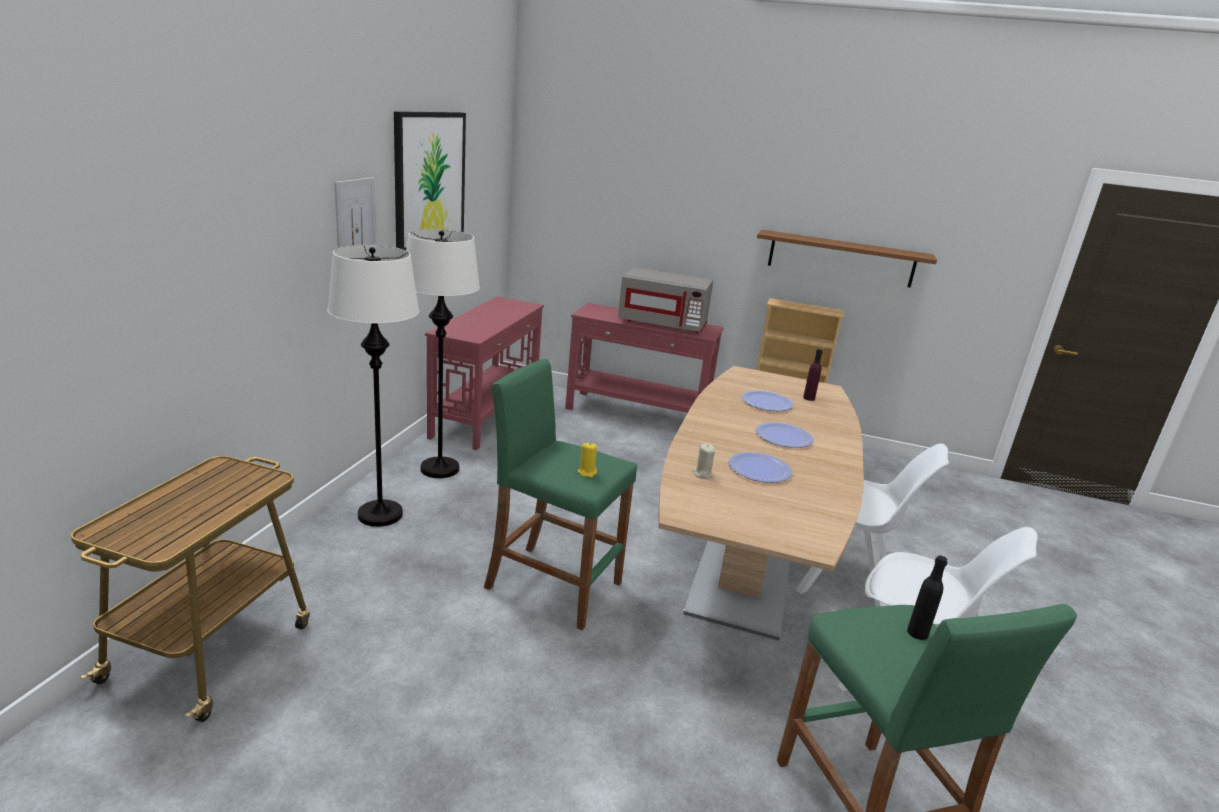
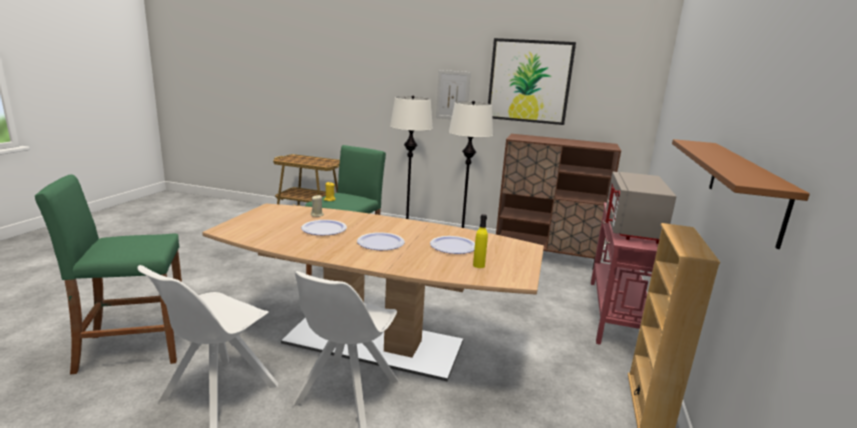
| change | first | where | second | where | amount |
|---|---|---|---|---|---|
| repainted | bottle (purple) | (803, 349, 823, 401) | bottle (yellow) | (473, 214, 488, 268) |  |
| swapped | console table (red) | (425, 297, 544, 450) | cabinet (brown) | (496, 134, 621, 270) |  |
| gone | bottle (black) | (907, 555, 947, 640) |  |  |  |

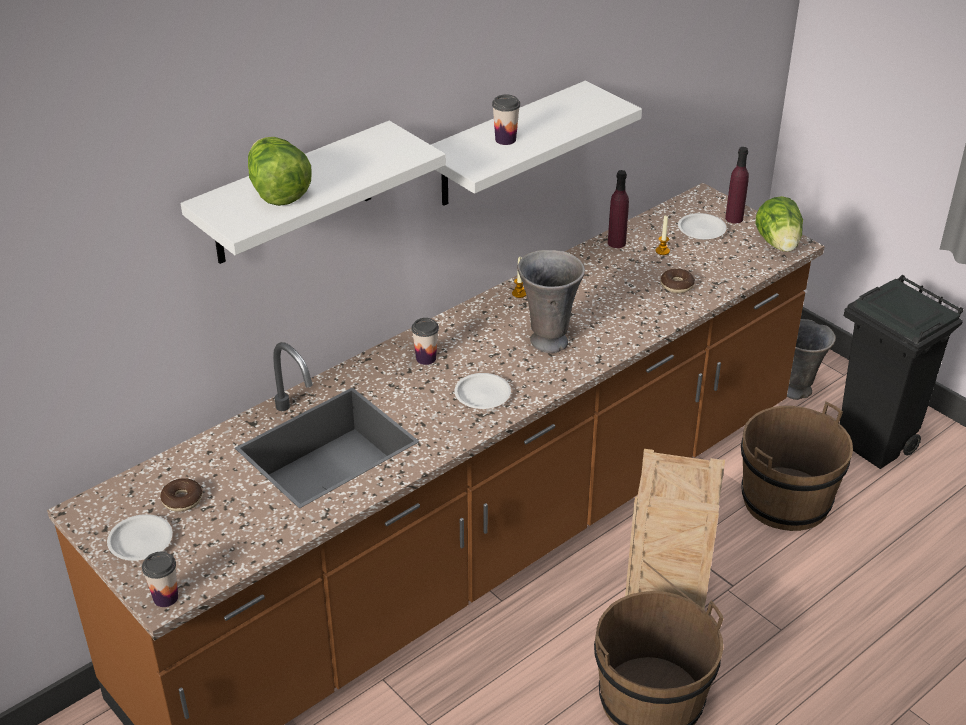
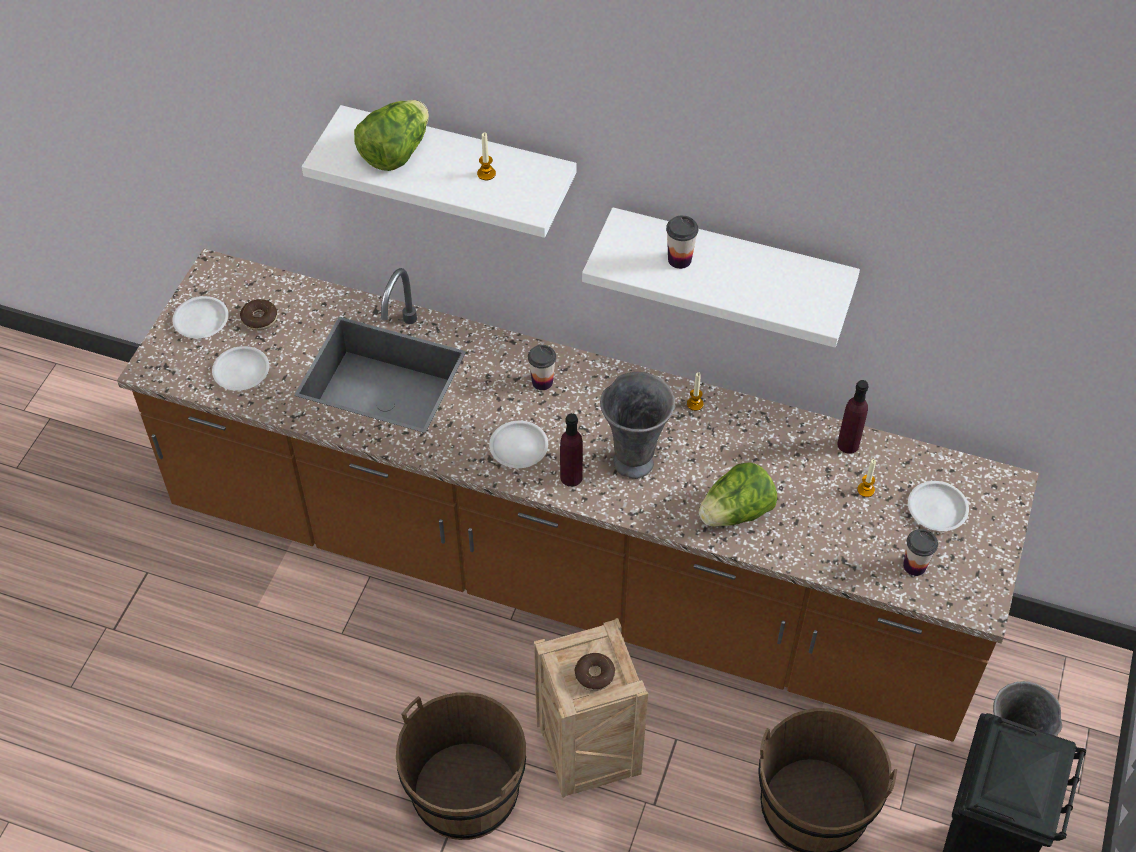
| change | first | where | second | where | amount |
|---|---|---|---|---|---|
| new |  |  | plate (white) | (212, 346, 269, 391) |  |
| new |  |  | candle | (477, 133, 496, 180) |  |
| shifted | bottle (purple) | (725, 147, 749, 224) |  | (560, 413, 583, 487) |  |
| shifted | donut | (661, 268, 695, 293) |  | (574, 653, 615, 691) |  |
| shifted | lettuce | (756, 196, 803, 252) |  | (699, 462, 777, 527) |  |
| shifted | cup | (142, 552, 178, 607) |  | (903, 529, 938, 576) |  |

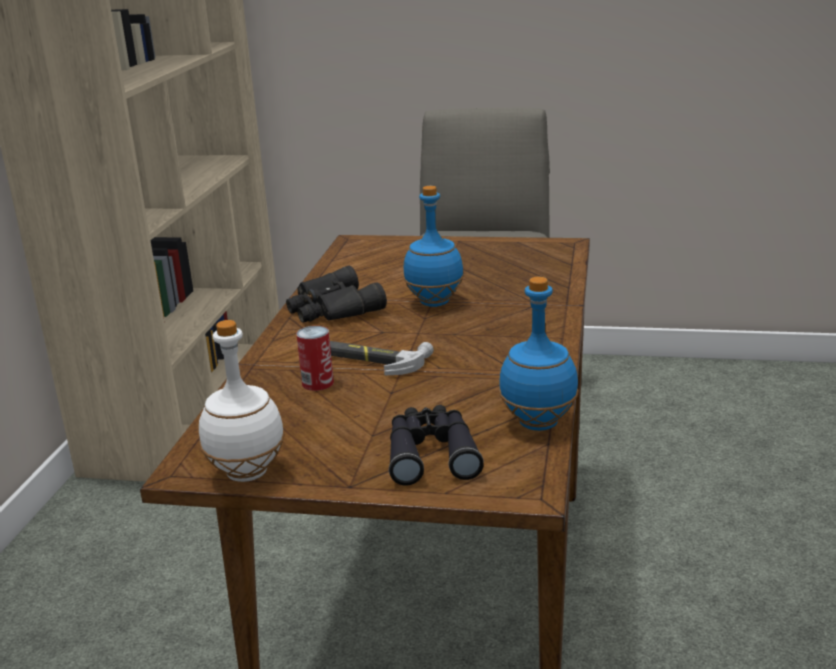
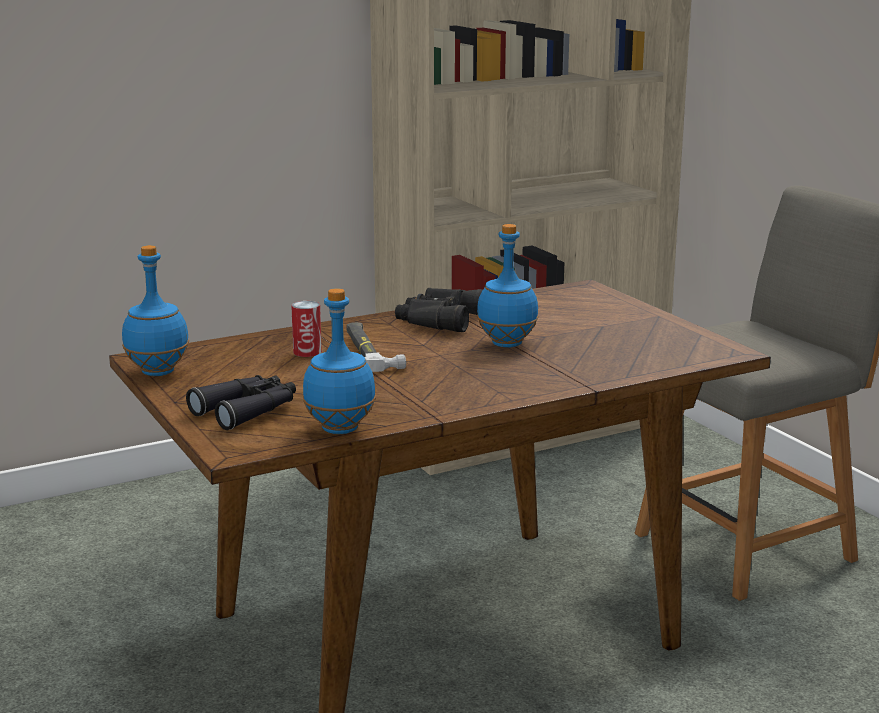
| change | first | where | second | where | amount |
|---|---|---|---|---|---|
| repainted | bottle (white) | (199, 320, 285, 482) | bottle (blue) | (122, 245, 189, 376) |  |

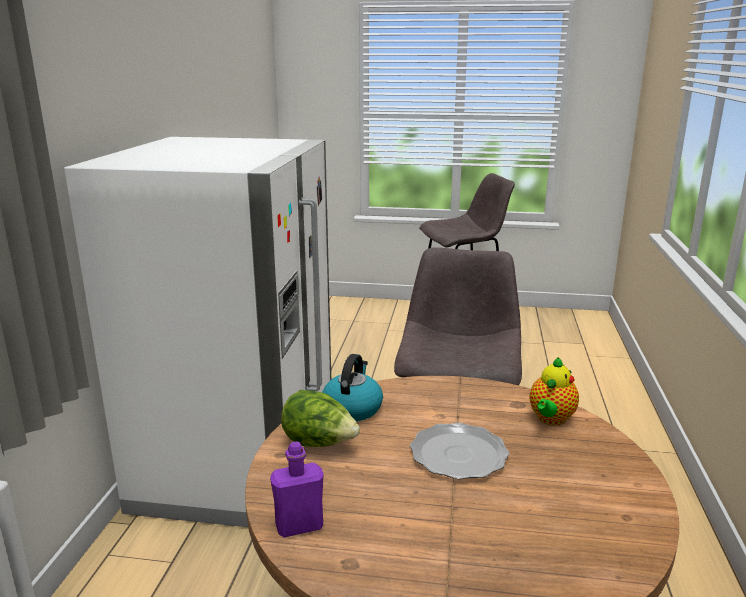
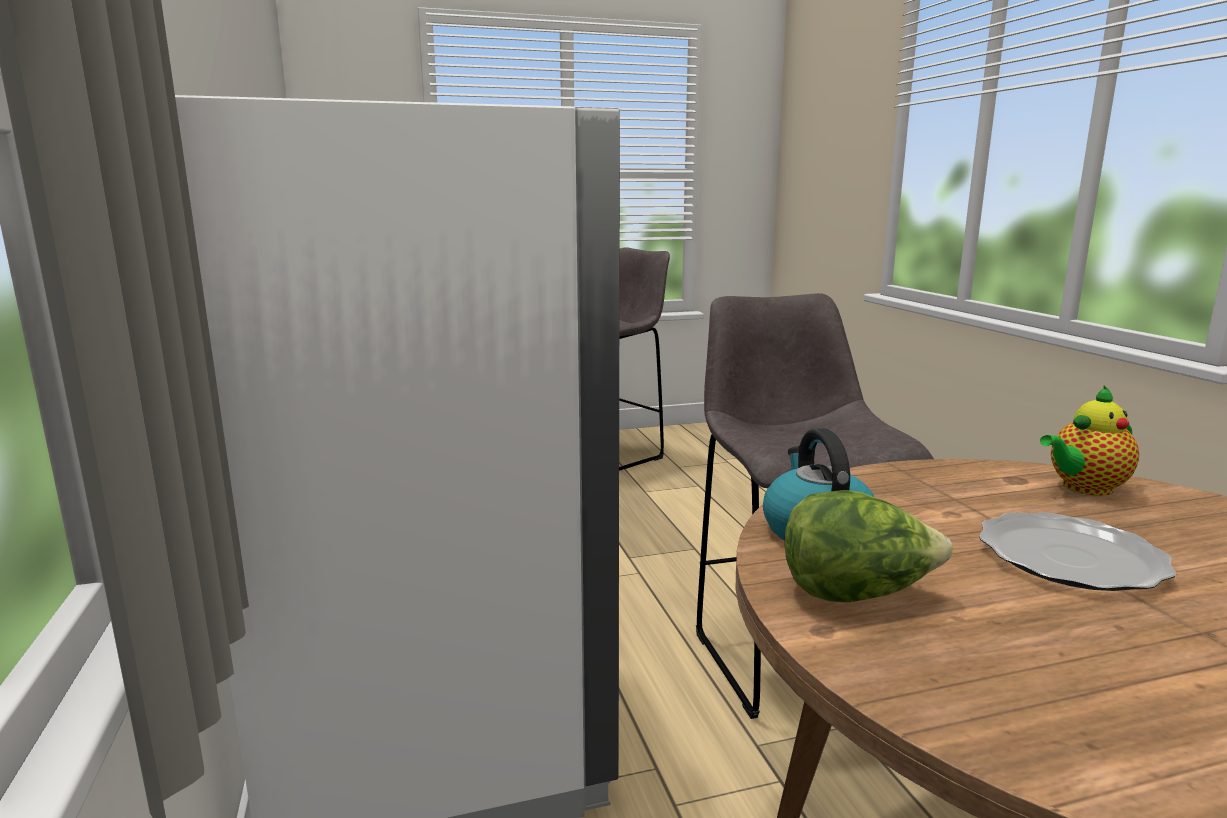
| change | first | where | second | where | amount |
|---|---|---|---|---|---|
| rotated | teapot | (529, 357, 579, 425) |  | (1040, 385, 1139, 496) | 60 degrees clockwise |
| gone | bottle (purple) | (270, 441, 324, 537) |  |  |  |

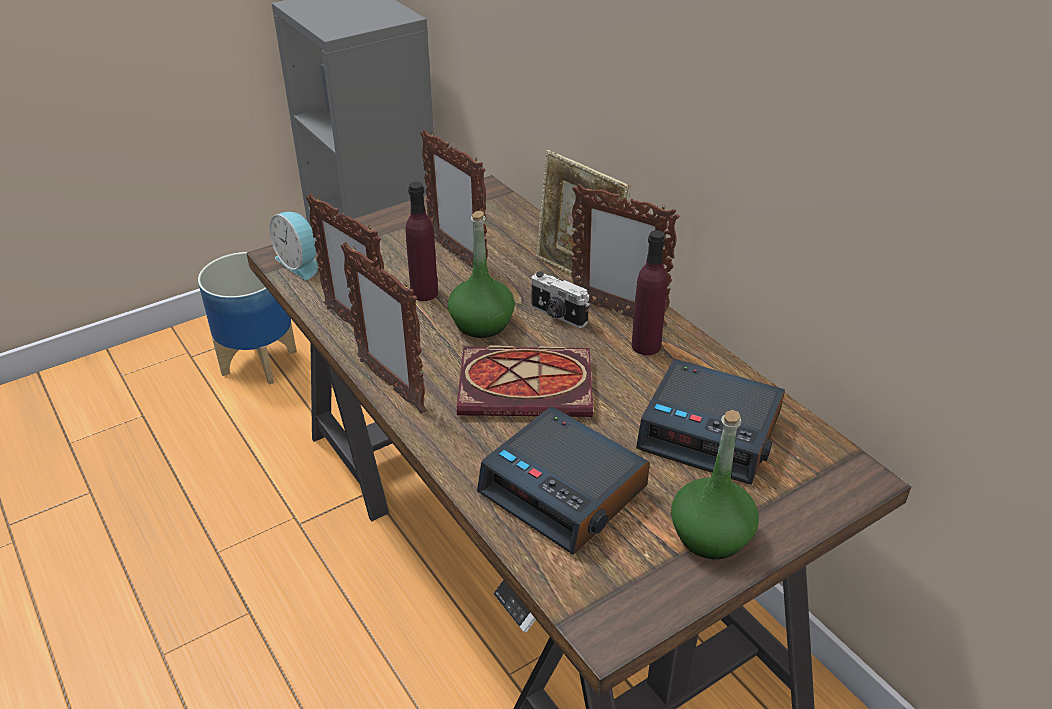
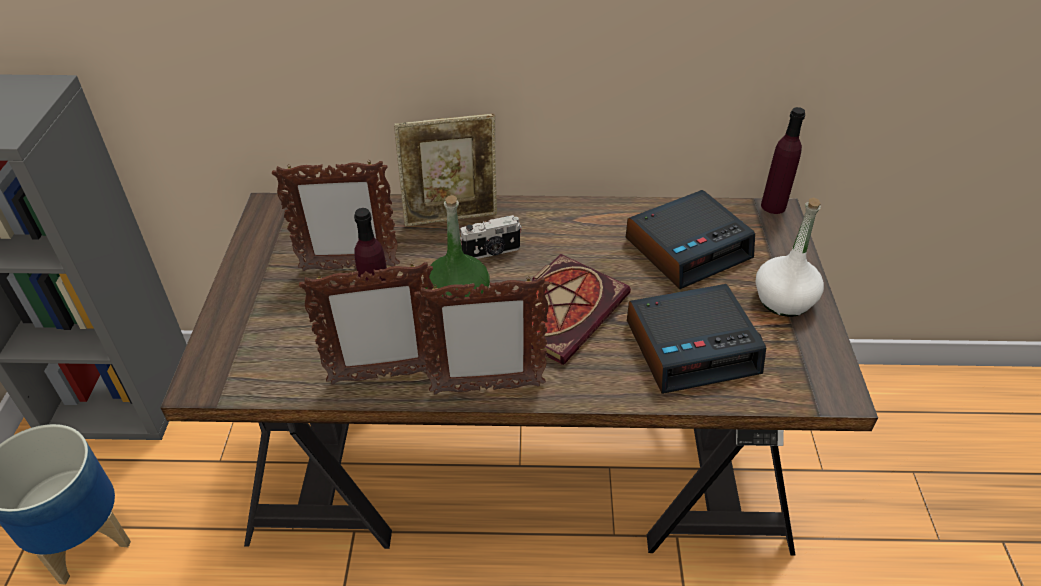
| change | first | where | second | where | amount |
|---|---|---|---|---|---|
| repainted | bottle (green) | (671, 410, 759, 559) | bottle (white) | (756, 198, 824, 317) |  |
| shifted | bottle (purple) | (632, 230, 668, 355) |  | (761, 107, 805, 214) |  |
| gone | alarm clock | (269, 212, 318, 280) |  |  |  |
| gone | picture frame | (572, 184, 680, 326) |  |  |  |

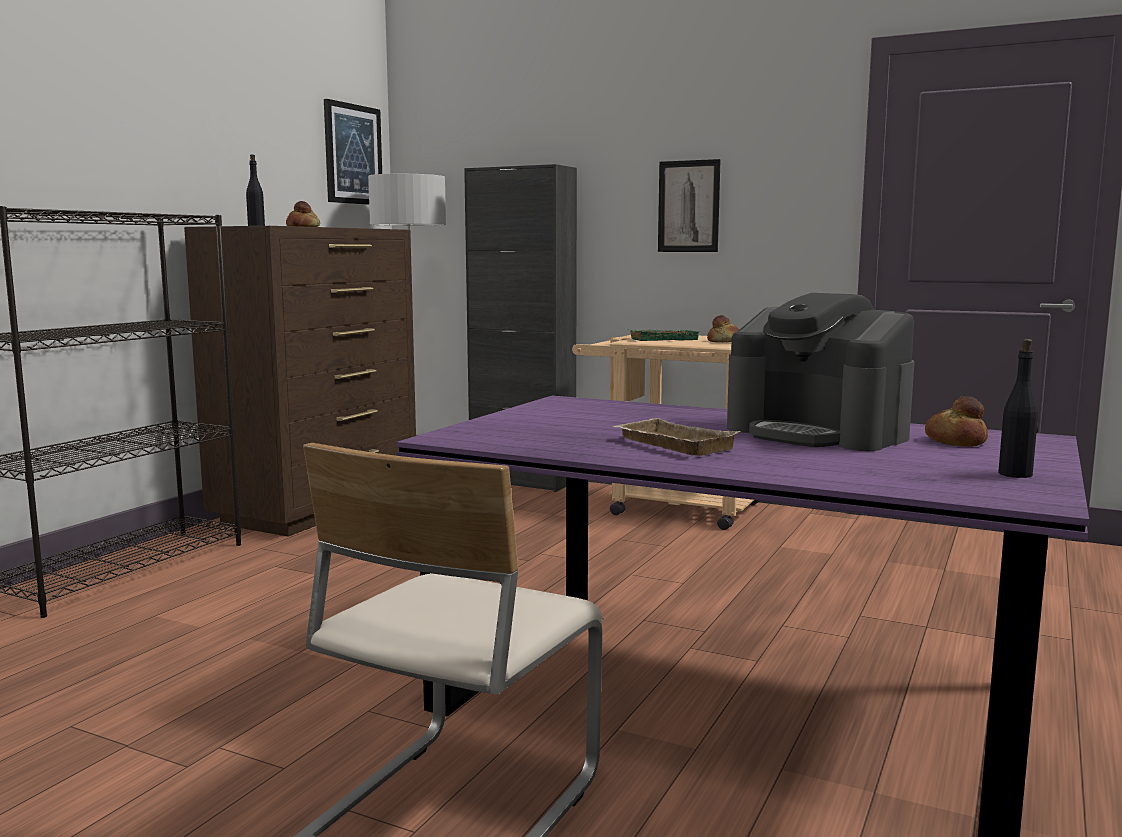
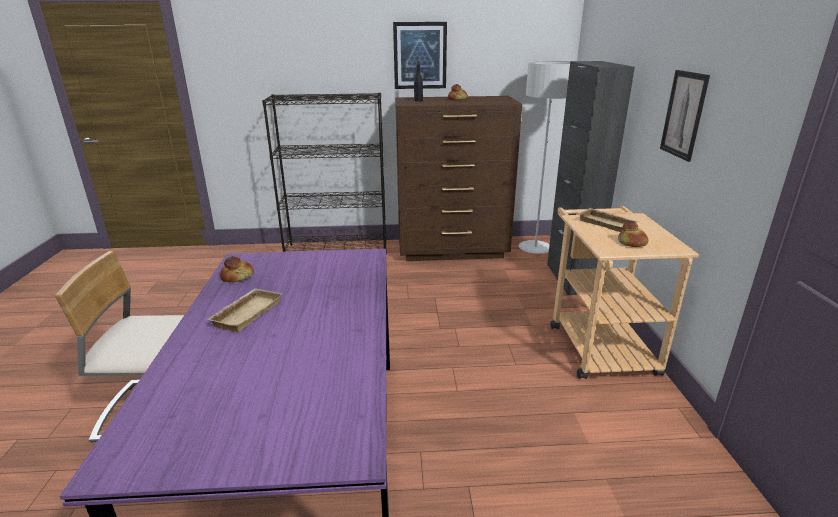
| change | first | where | second | where | amount |
|---|---|---|---|---|---|
| shifted | bread | (925, 396, 988, 446) |  | (220, 256, 254, 282) |  |
| shifted | picture | (324, 99, 382, 205) |  | (393, 22, 447, 89) |  |
| repainted | tray (green) | (630, 329, 700, 341) | tray (beige) | (578, 208, 639, 232) |  |
| gone | coffee machine | (727, 293, 914, 451) |  |  |  |
| gone | bottle (black) | (998, 339, 1038, 478) |  |  |  |

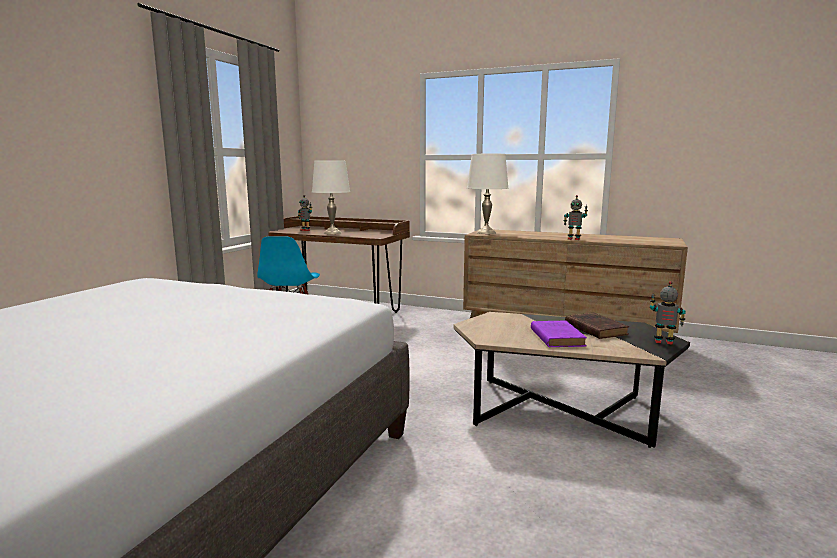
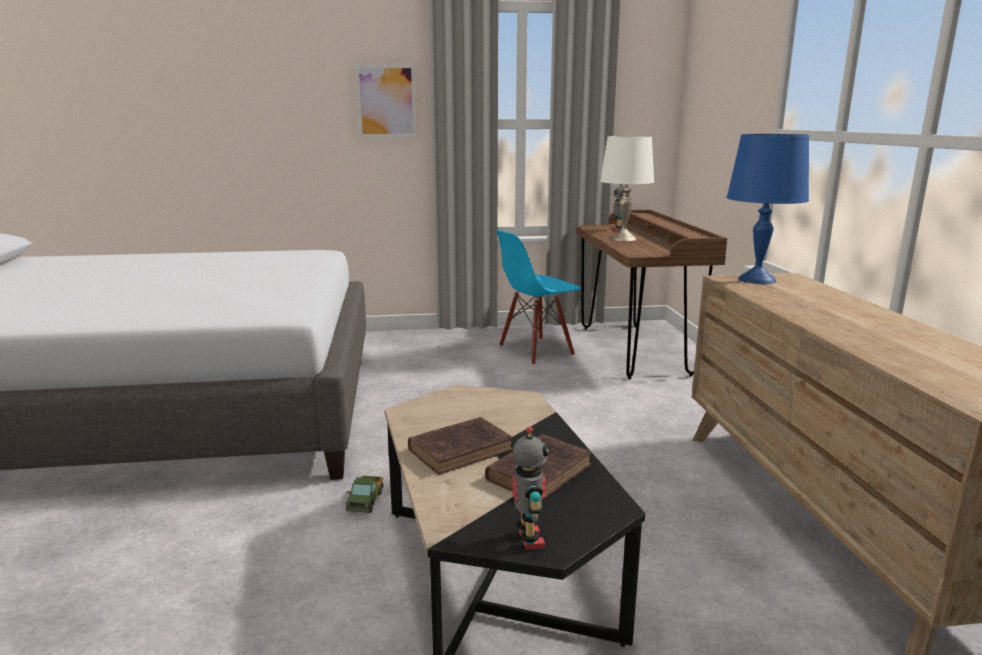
| change | first | where | second | where | amount |
|---|---|---|---|---|---|
| new |  |  | toy truck | (345, 475, 384, 513) |  |
| new |  |  | picture | (355, 64, 417, 138) |  |
| repainted | book (purple) | (531, 321, 587, 347) | book (brown) | (408, 417, 513, 475) |  |
| repainted | table lamp (white) | (467, 154, 509, 234) | table lamp (blue) | (726, 134, 809, 284) |  |
| gone | toy robot | (564, 195, 588, 240) |  |  |  |

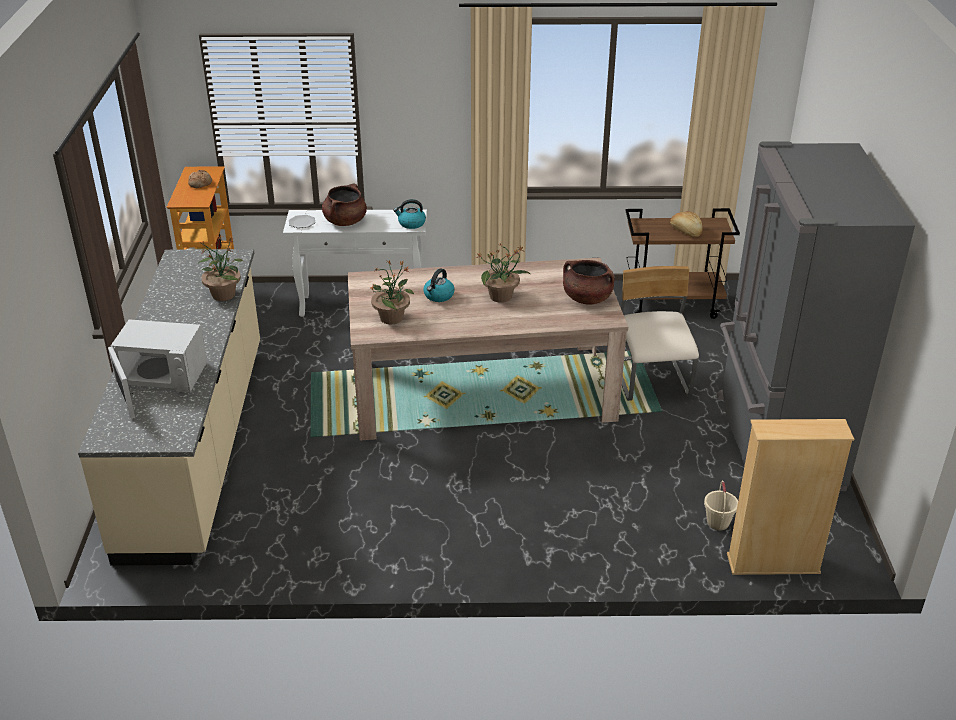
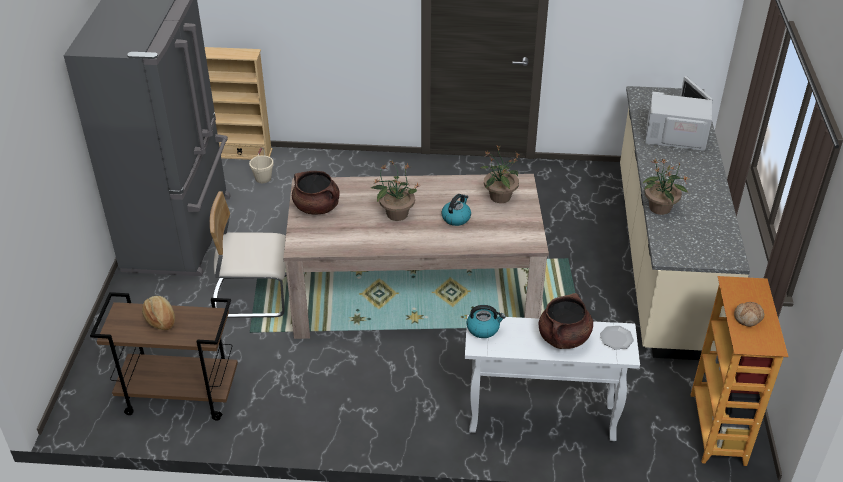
| change | first | where | second | where | amount |
|---|---|---|---|---|---|
| rotated | chair (beige) | (621, 266, 699, 401) |  | (210, 191, 287, 318) | 90 degrees clockwise |

